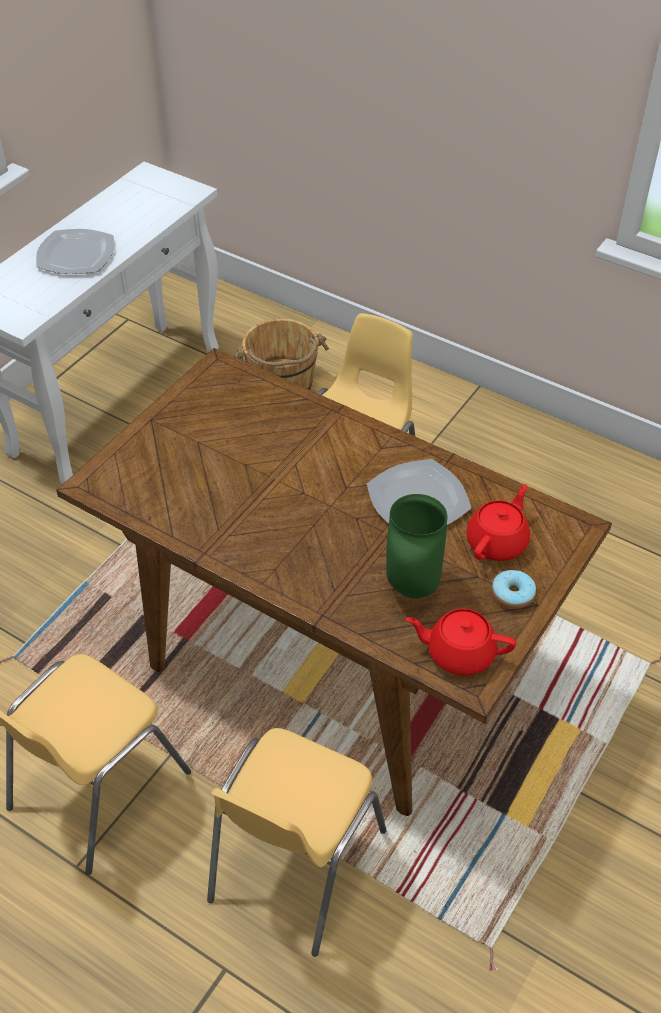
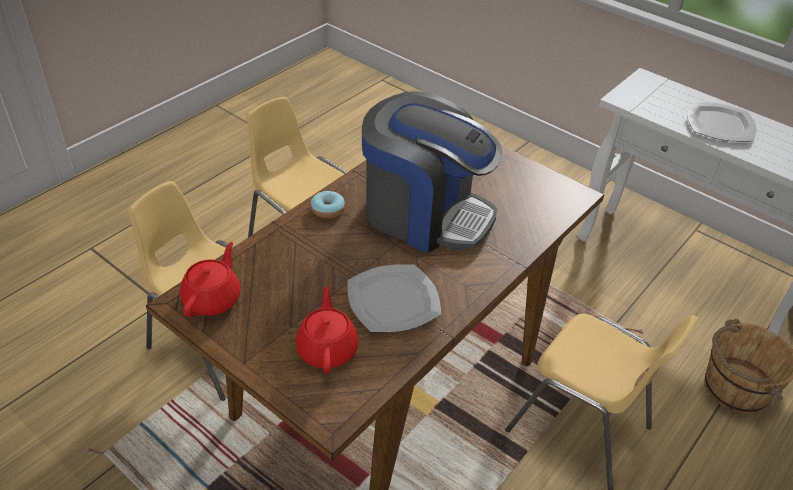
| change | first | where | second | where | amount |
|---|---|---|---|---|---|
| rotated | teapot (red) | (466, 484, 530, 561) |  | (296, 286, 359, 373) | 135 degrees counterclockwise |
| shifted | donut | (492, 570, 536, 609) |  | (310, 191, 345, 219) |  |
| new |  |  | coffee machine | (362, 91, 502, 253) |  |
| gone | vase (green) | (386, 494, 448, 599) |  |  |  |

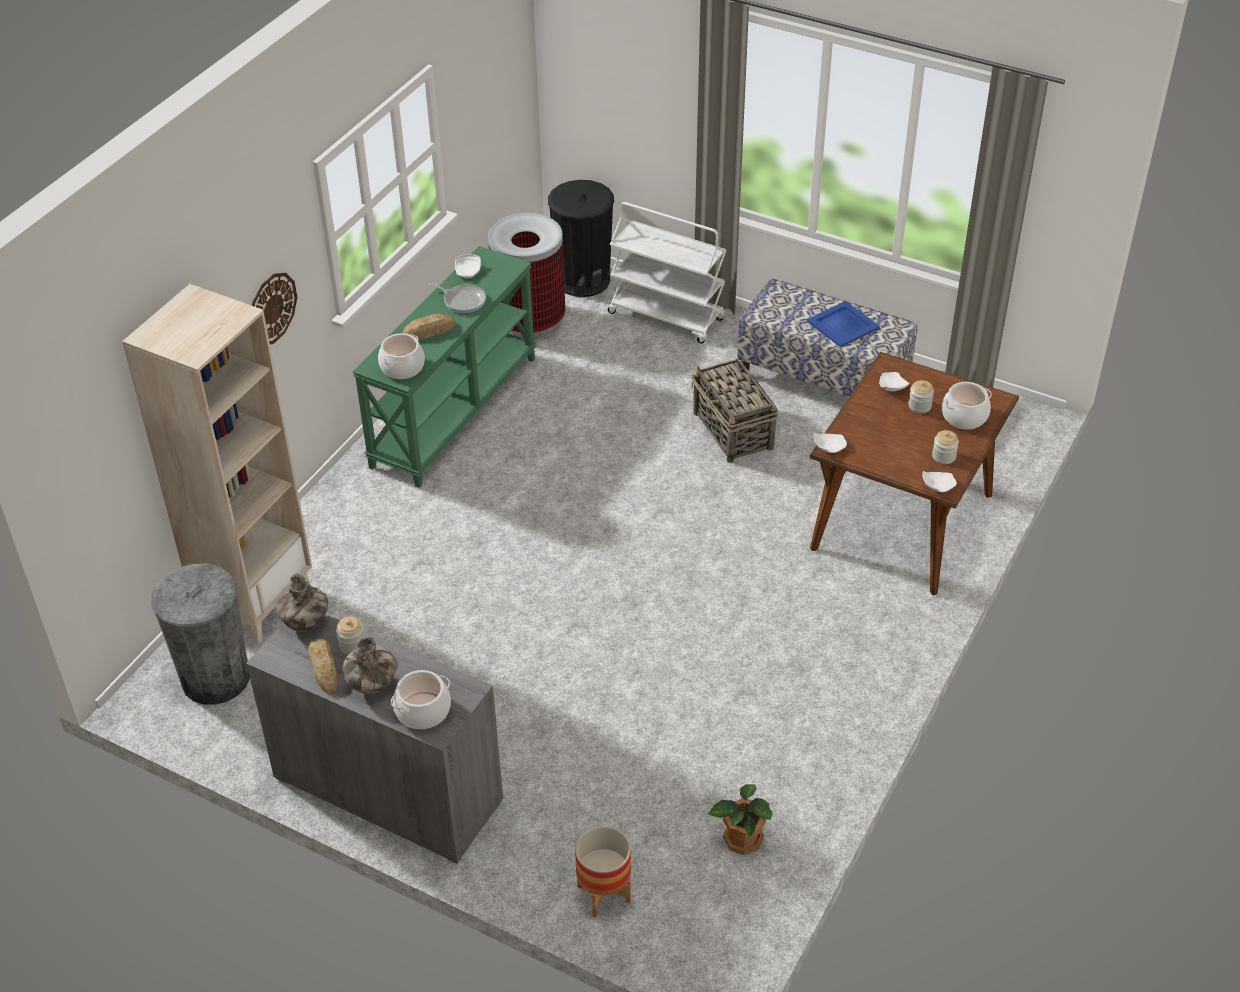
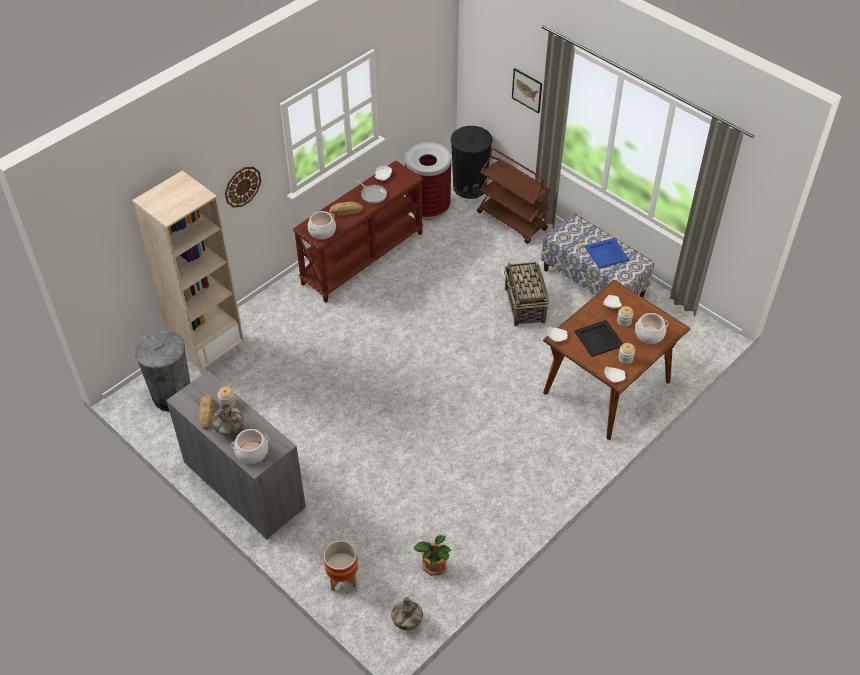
| change | first | where | second | where | amount |
|---|---|---|---|---|---|
| repainted | console table (green) | (353, 246, 536, 488) | console table (brown) | (293, 161, 423, 303) |  |
| shifted | vase | (276, 573, 328, 632) |  | (391, 597, 423, 630) |  |
| repainted | cart (white) | (608, 202, 727, 344) | cart (brown) | (477, 148, 551, 244) |  |
| new |  |  | picture | (512, 68, 542, 113) |  |
| new |  |  | tray (black) | (574, 320, 623, 357) |  |

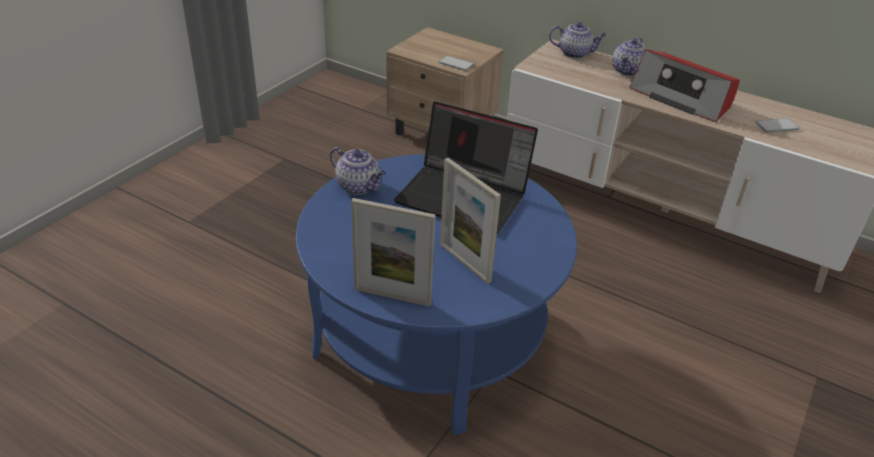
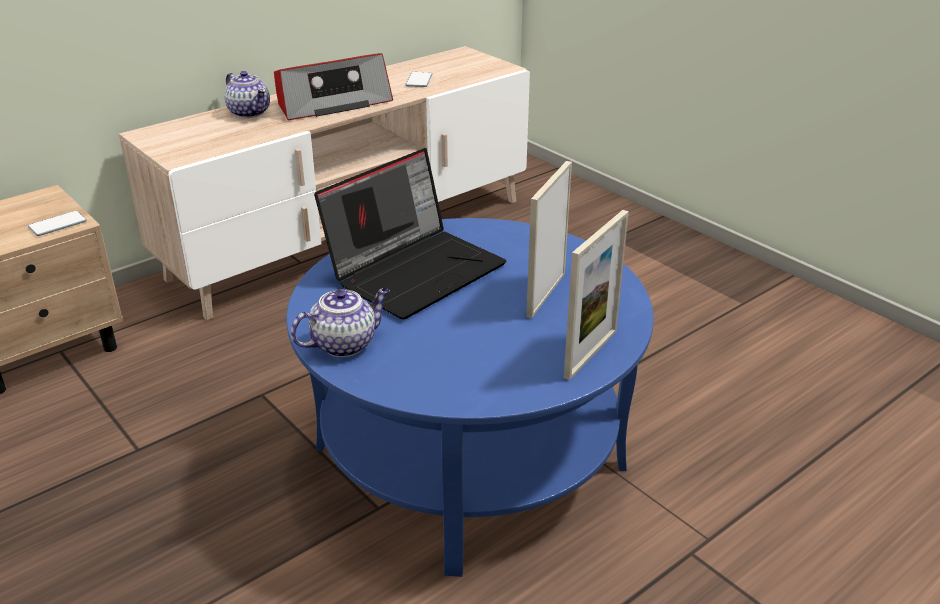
| change | first | where | second | where | amount |
|---|---|---|---|---|---|
| rotated | picture frame | (440, 158, 501, 284) |  | (526, 161, 572, 318) | 135 degrees clockwise |
| gone | teapot | (549, 22, 607, 58) |  |  |  |

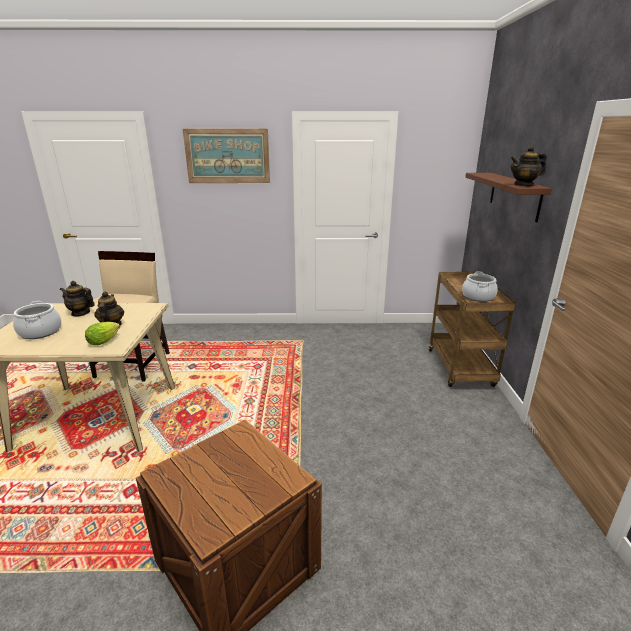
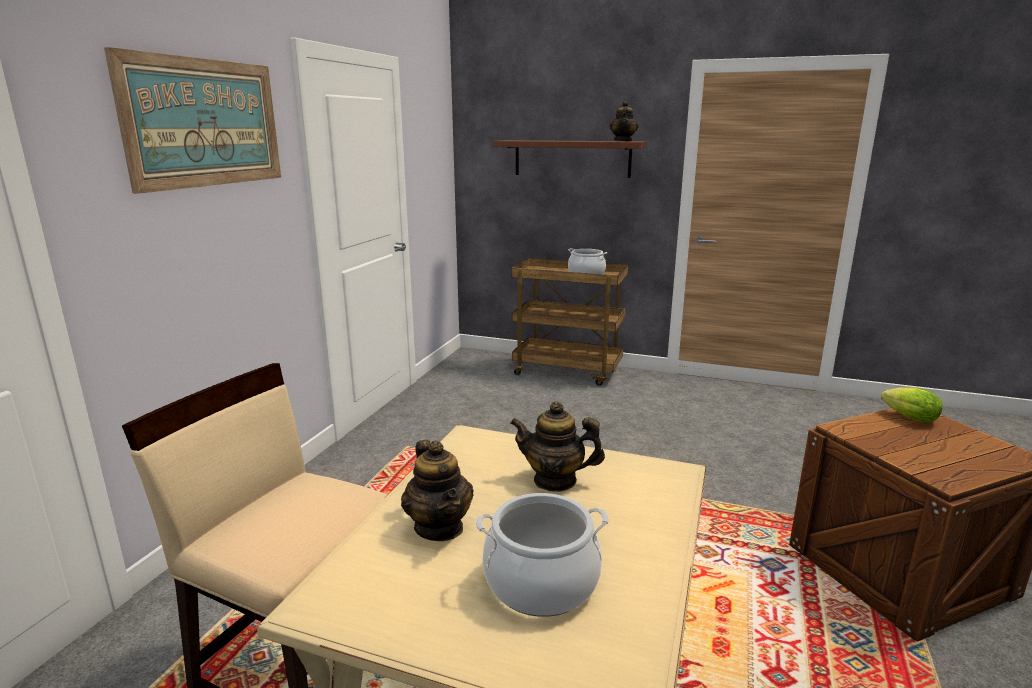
| change | first | where | second | where | amount |
|---|---|---|---|---|---|
| rotated | teapot | (60, 281, 95, 317) |  | (401, 440, 474, 541) | 60 degrees counterclockwise |
| shifted | lettuce | (85, 322, 120, 345) |  | (881, 387, 943, 423) |  |

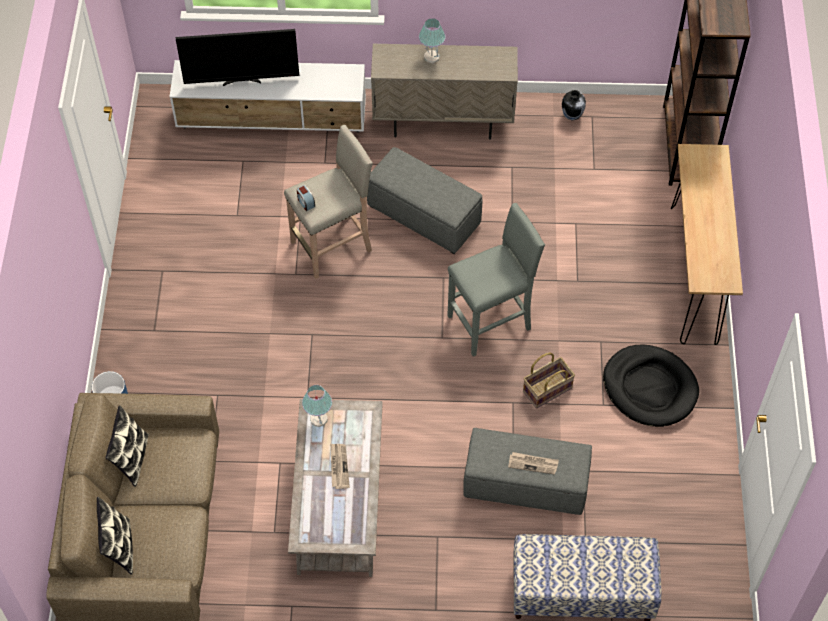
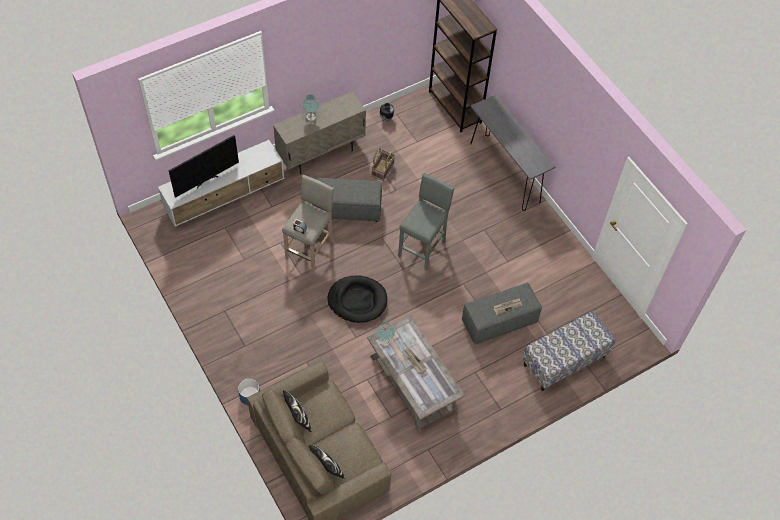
| change | first | where | second | where | amount |
|---|---|---|---|---|---|
| shifted | dog bed (black) | (603, 344, 699, 427) |  | (327, 275, 387, 323) |  |
| shifted | basket | (523, 352, 575, 409) |  | (371, 148, 395, 181) |  |
| repainted | console table (brown) | (671, 144, 743, 345) | console table (grey) | (470, 95, 555, 211) |  |

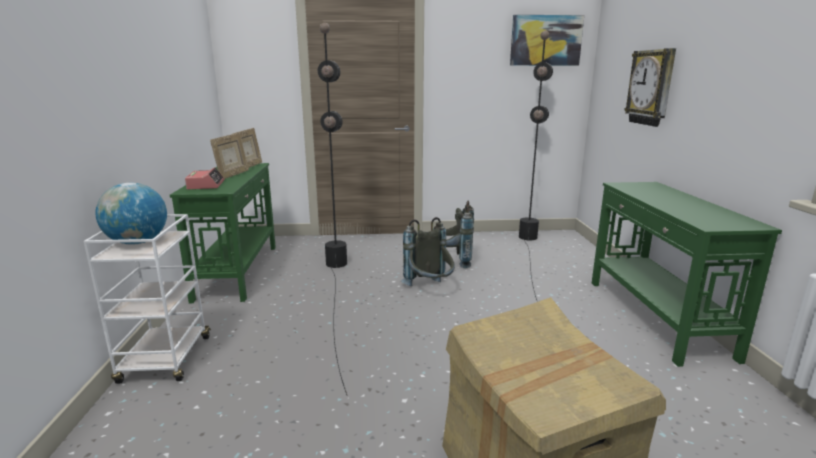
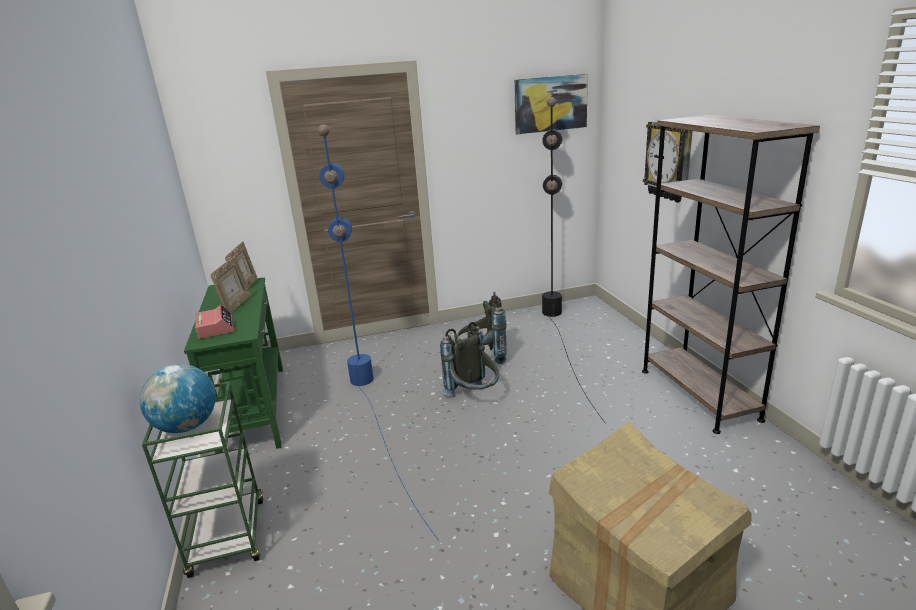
| change | first | where | second | where | amount |
|---|---|---|---|---|---|
| repainted | cart (white) | (83, 214, 211, 384) | cart (green) | (142, 382, 264, 578) |  |
| repainted | floor lamp (black) | (318, 23, 348, 396) | floor lamp (blue) | (318, 125, 439, 541) |  |
| swapped | console table (green) | (592, 182, 782, 367) | bookcase (brown) | (642, 115, 820, 434) |  |

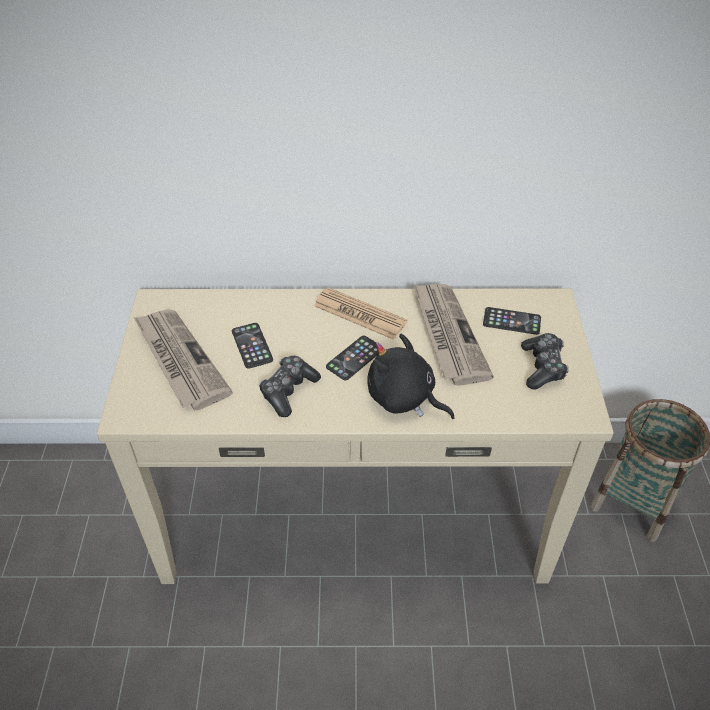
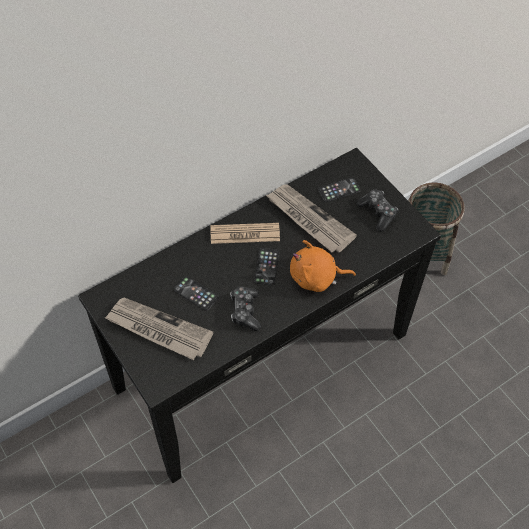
| change | first | where | second | where | amount |
|---|---|---|---|---|---|
| repainted | console table (beige) | (97, 289, 614, 584) | console table (black) | (78, 148, 441, 483) |  |
| repainted | plush toy (black) | (367, 334, 455, 419) | plush toy (orange) | (290, 240, 356, 292) |  |

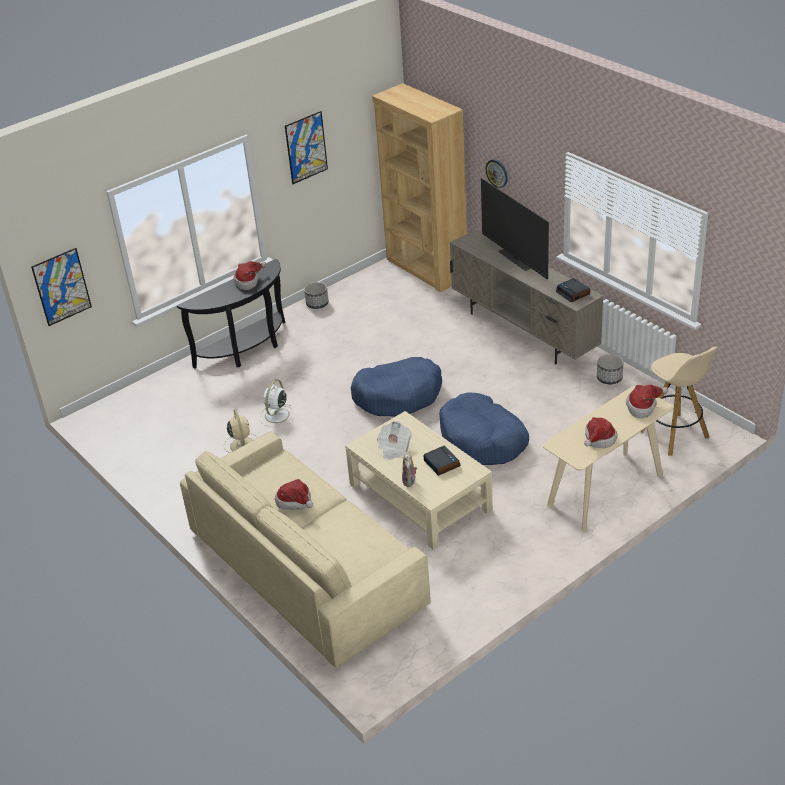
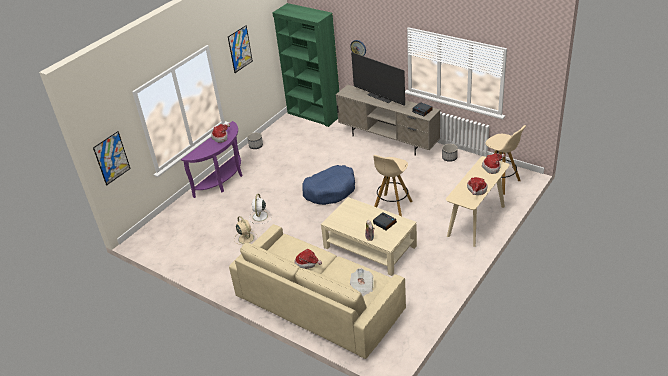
| change | first | where | second | where | amount |
|---|---|---|---|---|---|
| repainted | console table (black) | (177, 259, 286, 368) | console table (purple) | (181, 121, 242, 198) |  |
| repainted | bookcase (brown) | (372, 83, 467, 292) | bookcase (green) | (273, 3, 339, 127) |  |
| shifted | newspaper | (377, 421, 412, 460) |  | (350, 268, 374, 296) |  |
| swapped | dog bed (blue) | (439, 392, 529, 465) | stool (beige) | (373, 155, 413, 216) |  |

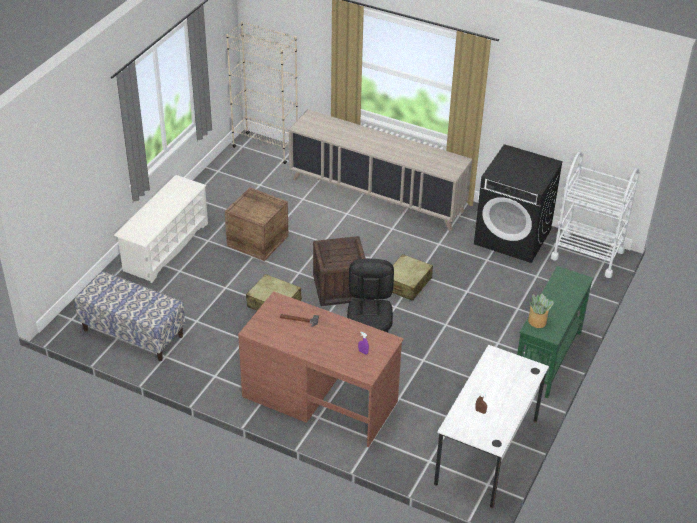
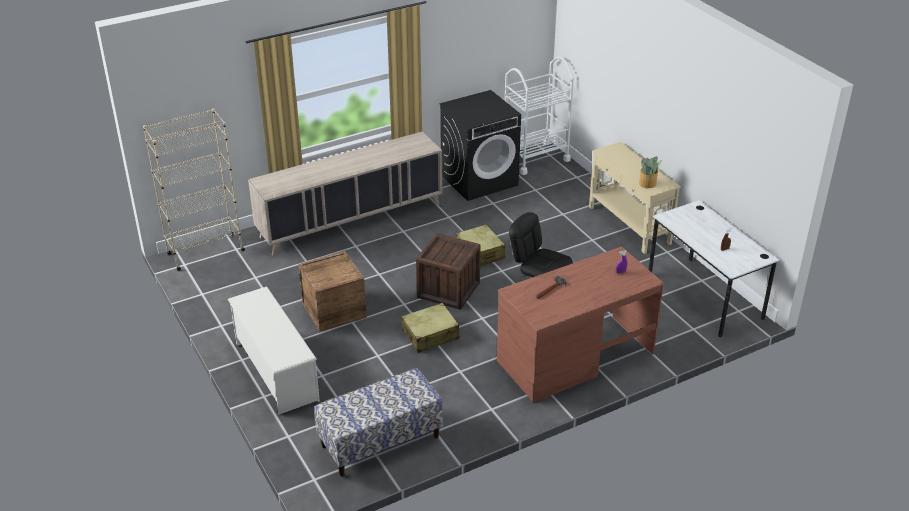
| change | first | where | second | where | amount |
|---|---|---|---|---|---|
| repainted | console table (green) | (517, 266, 594, 399) | console table (beige) | (589, 142, 681, 254) |  |

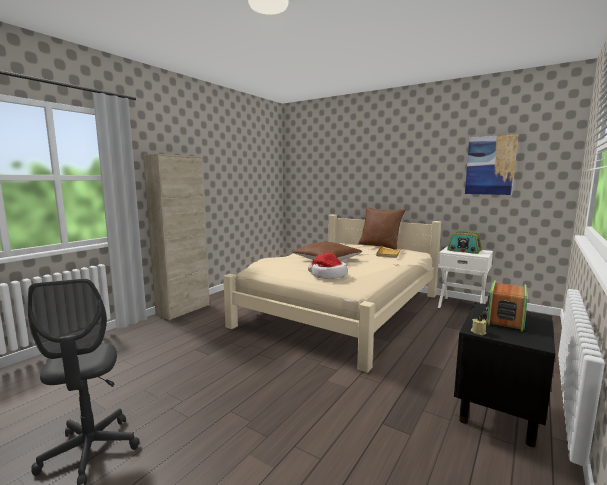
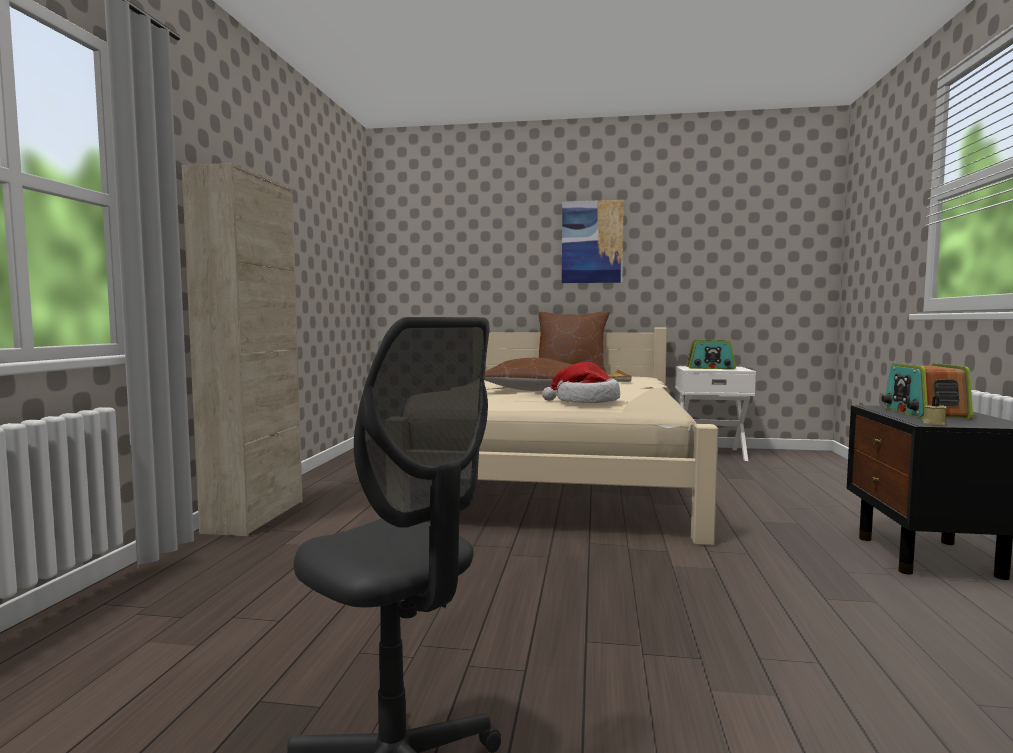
| change | first | where | second | where | amount |
|---|---|---|---|---|---|
| shifted | picture | (465, 135, 518, 195) |  | (562, 200, 624, 283) |  |

